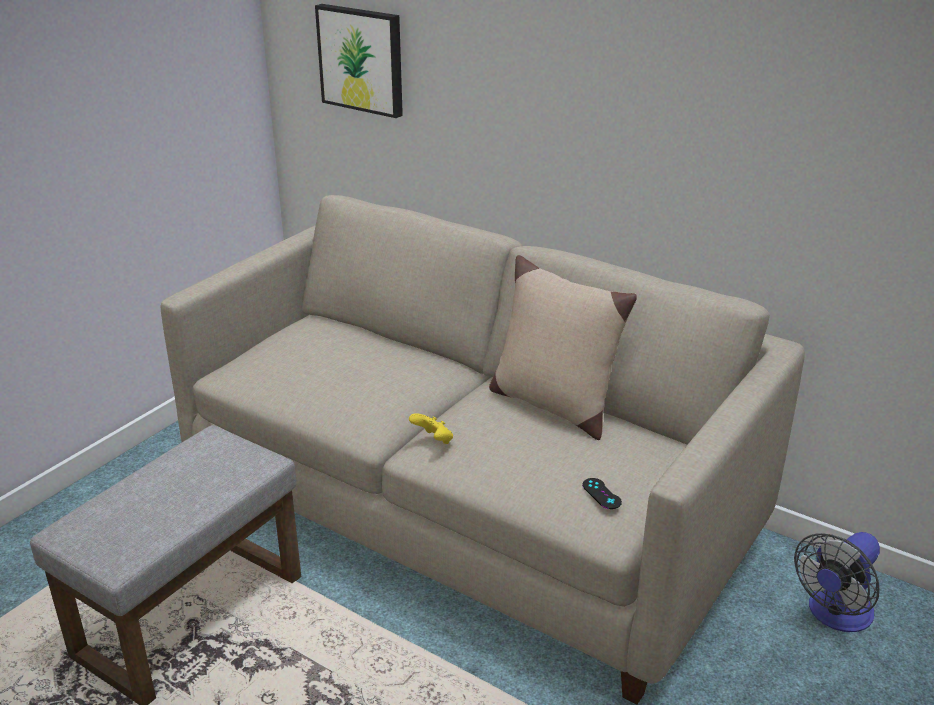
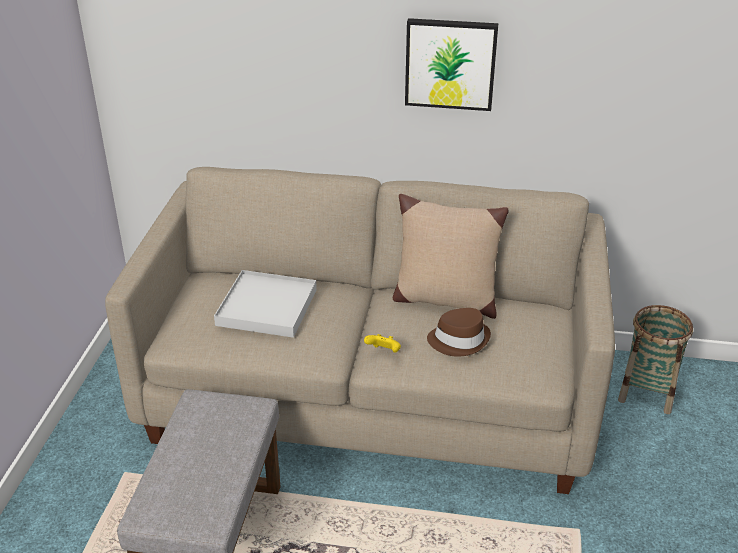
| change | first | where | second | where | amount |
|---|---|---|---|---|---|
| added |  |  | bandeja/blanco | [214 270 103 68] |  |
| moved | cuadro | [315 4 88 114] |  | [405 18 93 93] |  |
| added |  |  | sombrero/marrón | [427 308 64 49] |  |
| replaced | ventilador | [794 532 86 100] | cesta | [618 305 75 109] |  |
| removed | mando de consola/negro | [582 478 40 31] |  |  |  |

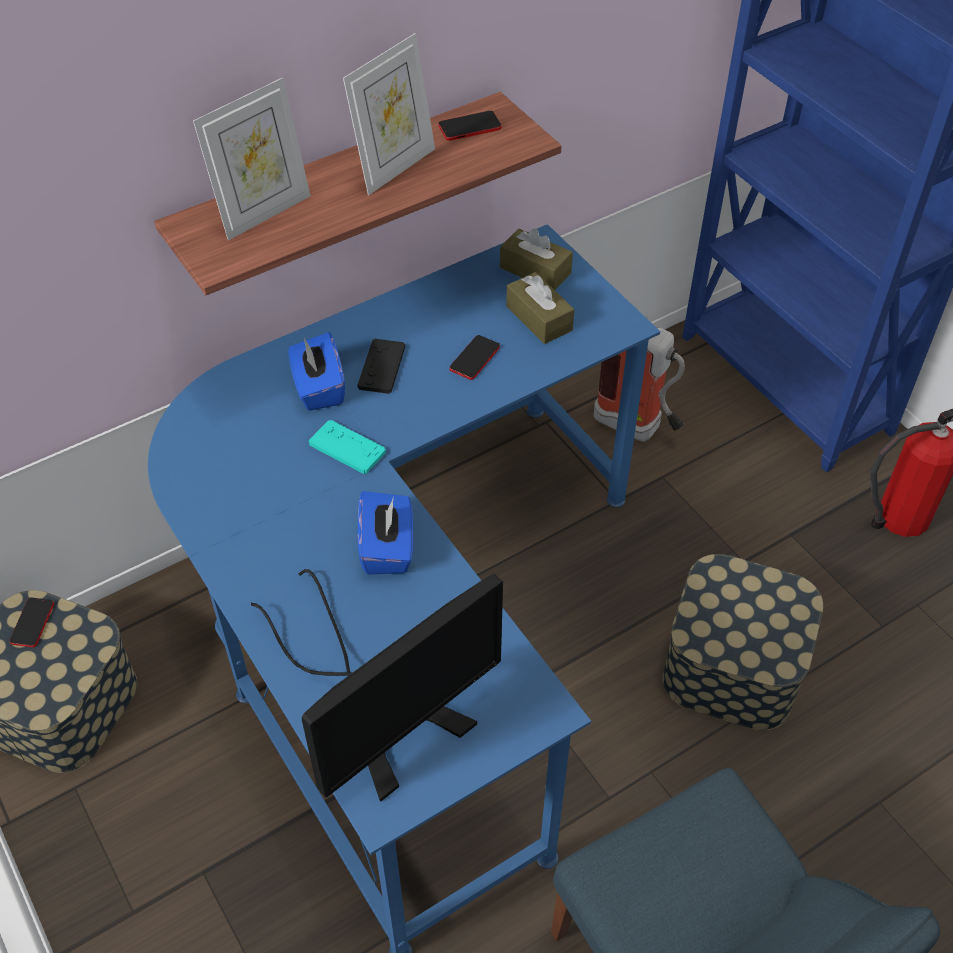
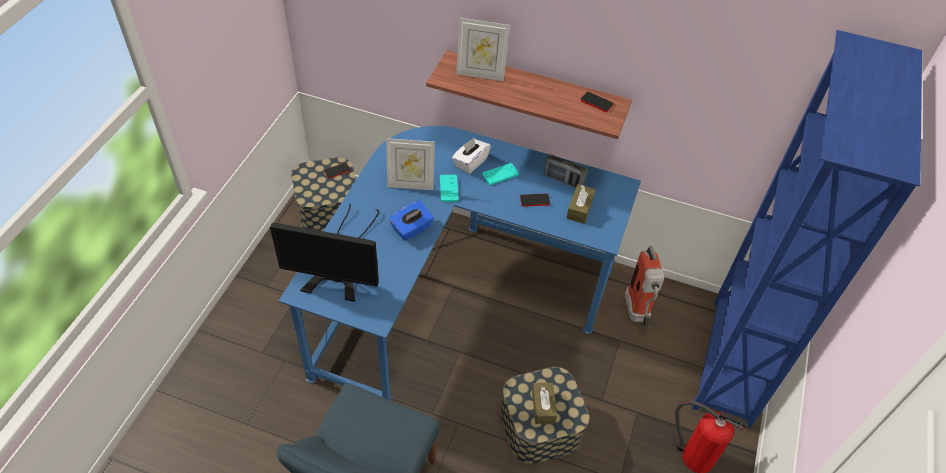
| change | first | where | second | where | amount |
|---|---|---|---|---|---|
| moved | portarretratos | [343 33 92 162] |  | [386 138 49 52] |  |
| recoloured | caja de pañuelos/azul | [289 332 56 79] | caja de pañuelos/blanco | [452 138 39 36] |  |
| recoloured | mando de consola/negro | [358 339 47 55] | mando de consola/turquesa | [482 163 37 22] |  |
| moved | caja de pañuelos/marrón | [500 228 73 62] |  | [532 383 25 41] |  |
| added |  |  | radio | [544 154 44 34] |  |

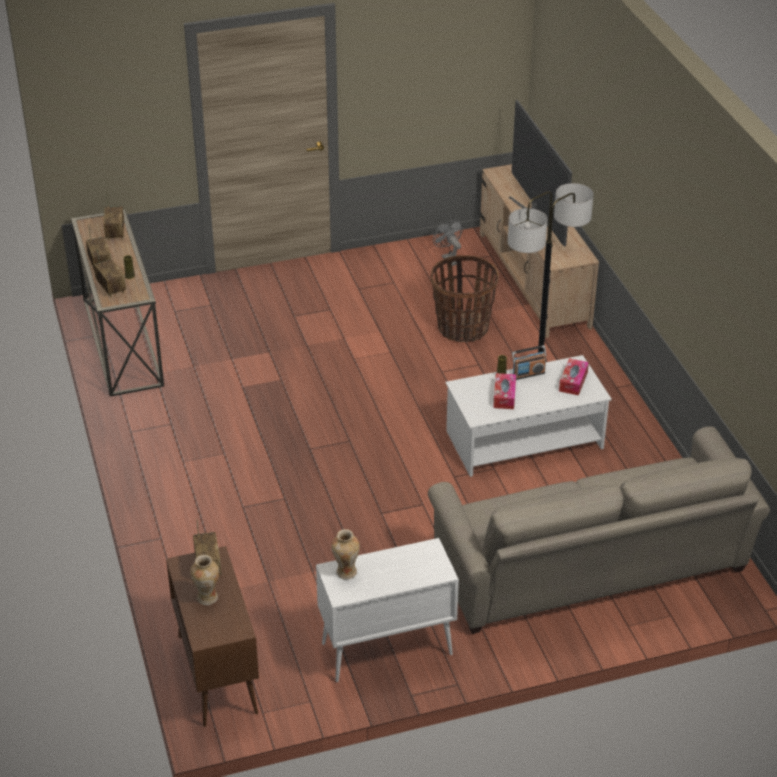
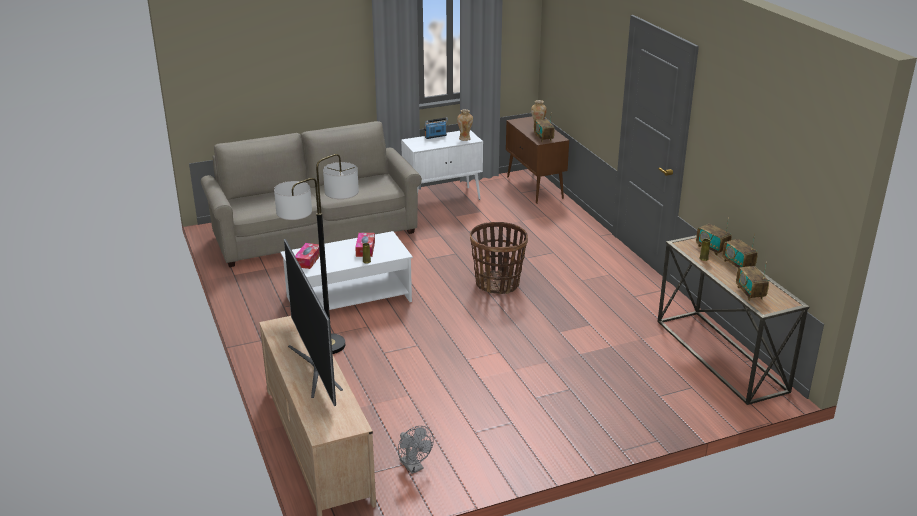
| change | first | where | second | where | amount |
|---|---|---|---|---|---|
| moved | radio | [512 345 35 35] |  | [424 117 24 22] |  |
| moved | cesta | [430 255 69 87] |  | [470 222 58 72] |  |

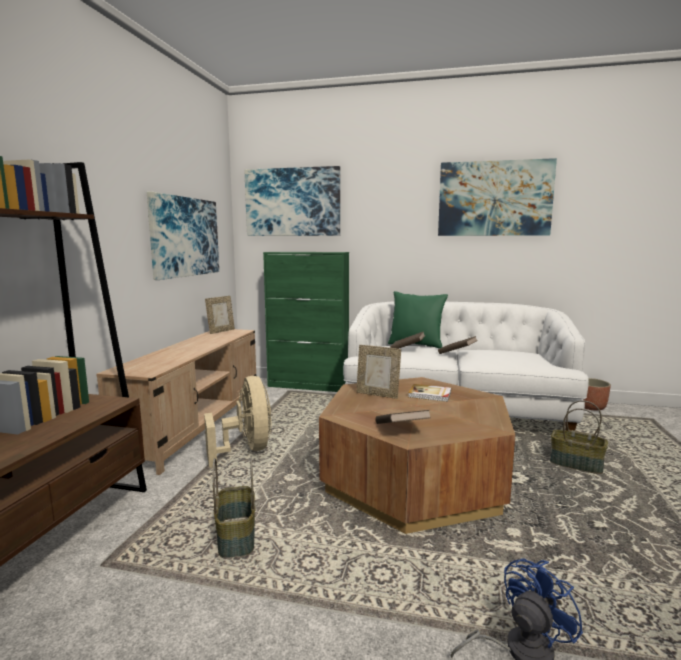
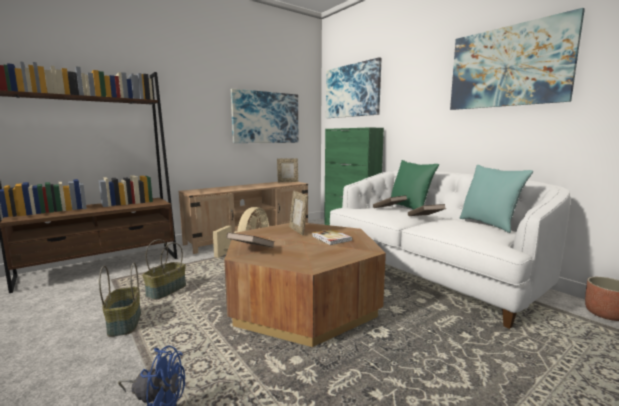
| change | first | where | second | where | amount |
|---|---|---|---|---|---|
| moved | cesta | [550 400 58 74] |  | [99 263 42 74] |  |
| added |  |  | cojín/turquesa | [459 165 74 68] |  |

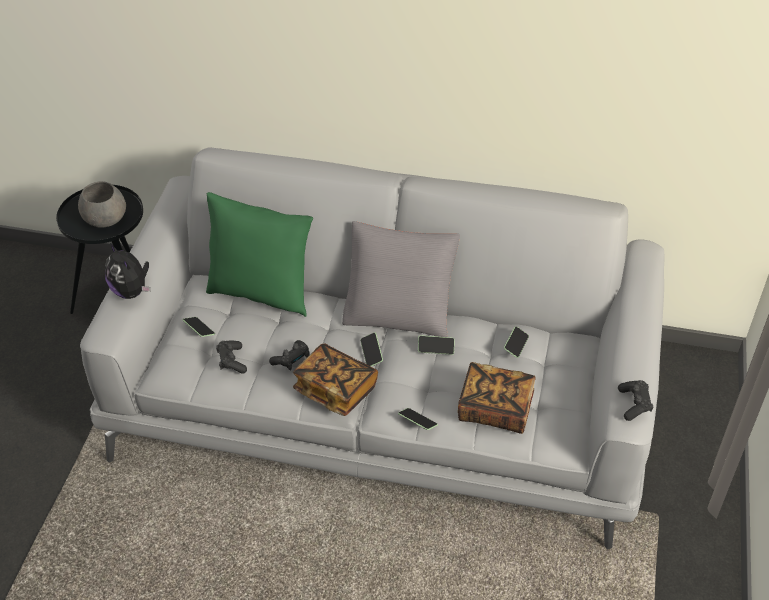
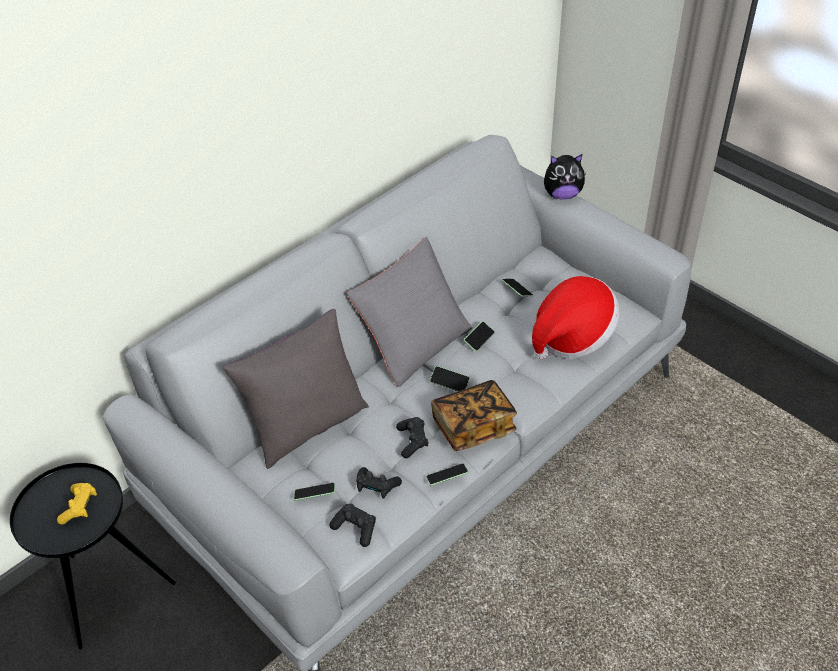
| change | first | where | second | where | amount |
|---|---|---|---|---|---|
| replaced | cuenco/gris | [78 181 48 47] | mando de consola/amarillo | [57 483 40 42] |  |
| recoloured | cojín/verde | [206 192 107 125] | cojín/gris | [223 309 146 160] |  |
| moved | mando de consola/negro | [618 380 35 41] |  | [329 504 47 43] |  |
| moved | móvil | [398 408 40 22] |  | [426 463 43 23] |  |
| replaced | libro | [458 362 78 72] | sombrero | [532 276 88 84] |  |
| moved | peluche | [105 243 46 56] |  | [544 154 42 46] |  |

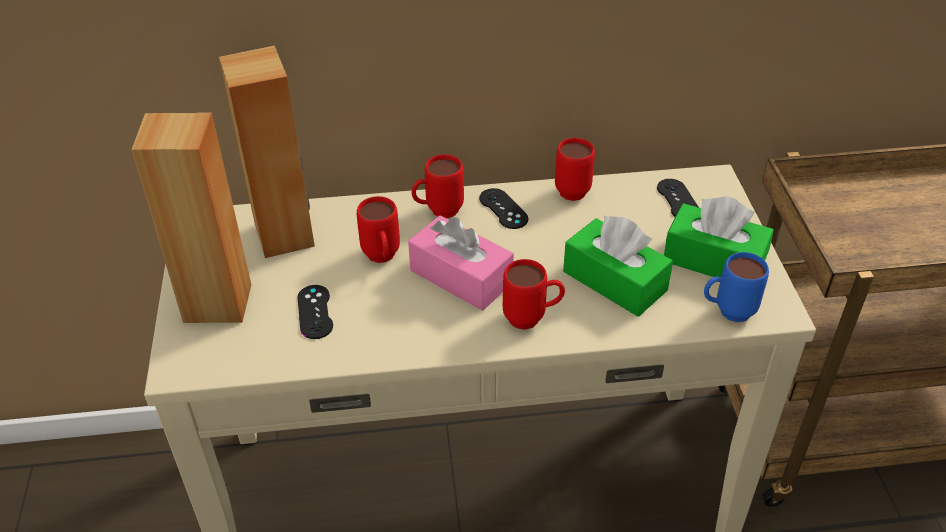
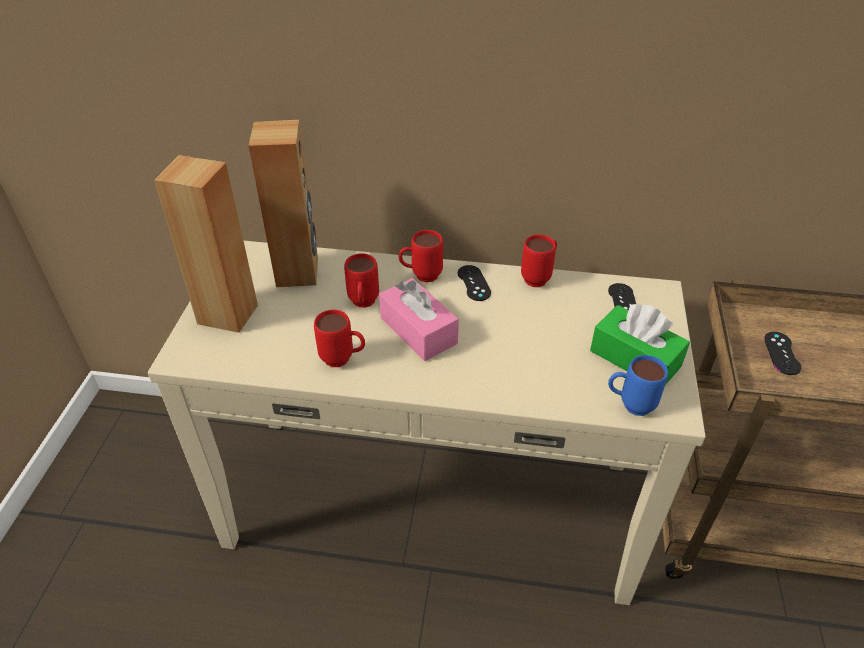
| change | first | where | second | where | amount |
|---|---|---|---|---|---|
| moved | taza grande/rojo | [503 259 62 71] |  | [314 310 51 57] |  |
| moved | mando de consola/negro | [297 285 36 54] |  | [764 332 37 43] |  |
| removed | caja de pañuelos/verde | [563 216 110 101] |  |  |  |

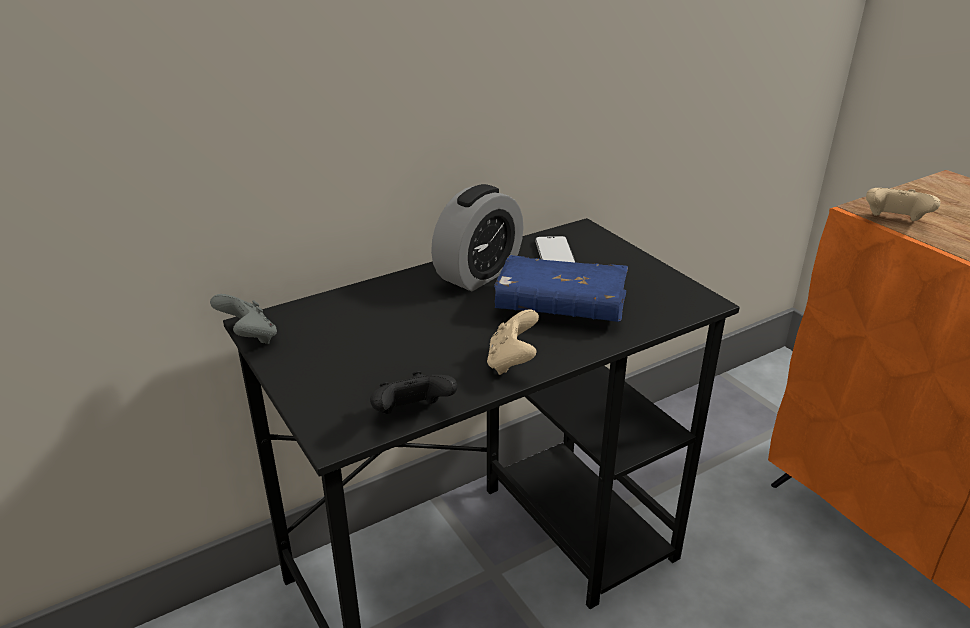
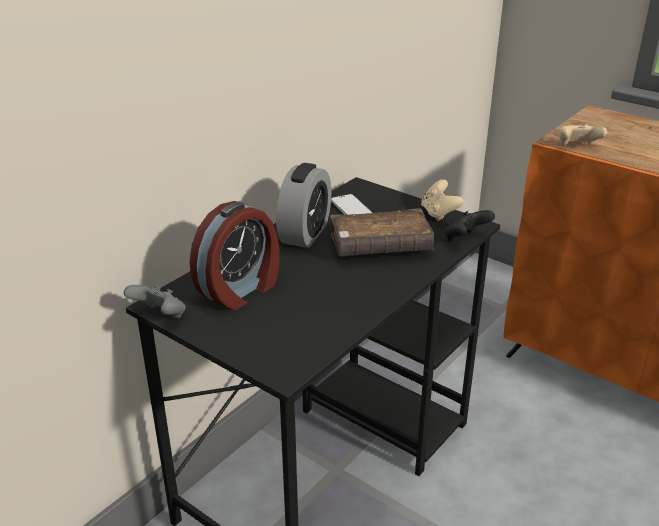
| change | first | where | second | where | amount |
|---|---|---|---|---|---|
| added |  |  | despertador | [190 201 90 109] |  |
| recoloured | libro/azul | [494 255 134 67] | libro/marrón | [330 208 104 49] |  |
| moved | mando de consola/beis | [487 309 52 66] |  | [421 180 43 41] |  |
| moved | mando de consola/negro | [370 371 87 43] |  | [444 210 51 31] |  |

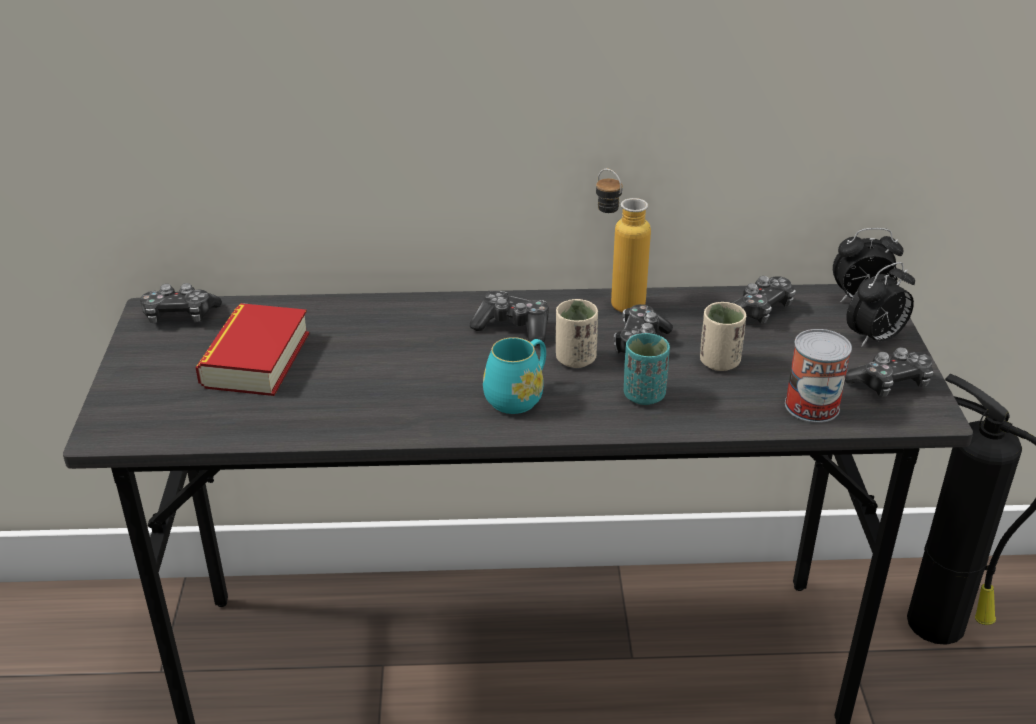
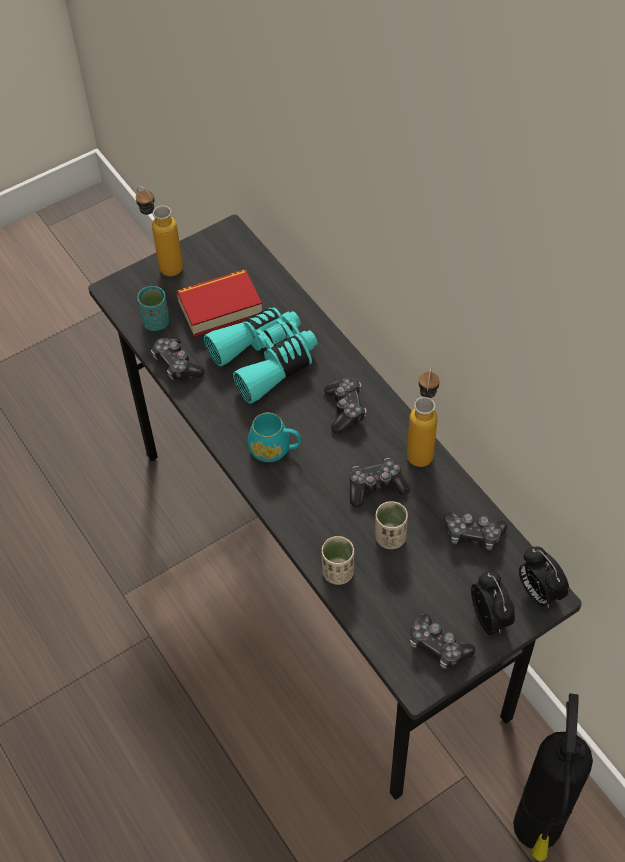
| change | first | where | second | where | amount |
|---|---|---|---|---|---|
| added |  |  | botella | [136 186 47 90] |  |
| moved | taza/turquesa | [624 333 46 72] |  | [137 286 32 45] |  |
| moved | mando de consola | [140 283 82 40] |  | [151 337 54 43] |  |
| added |  |  | prismáticos/turquesa | [204 308 113 96] |  |
| moved | taza/beis | [556 299 42 69] |  | [322 536 32 49] |  |
| turned | despertador | [846 262 69 85] |  | [471 571 44 64] | 135 degrees counterclockwise |
| removed | lata | [785 329 67 94] |  |  |  |

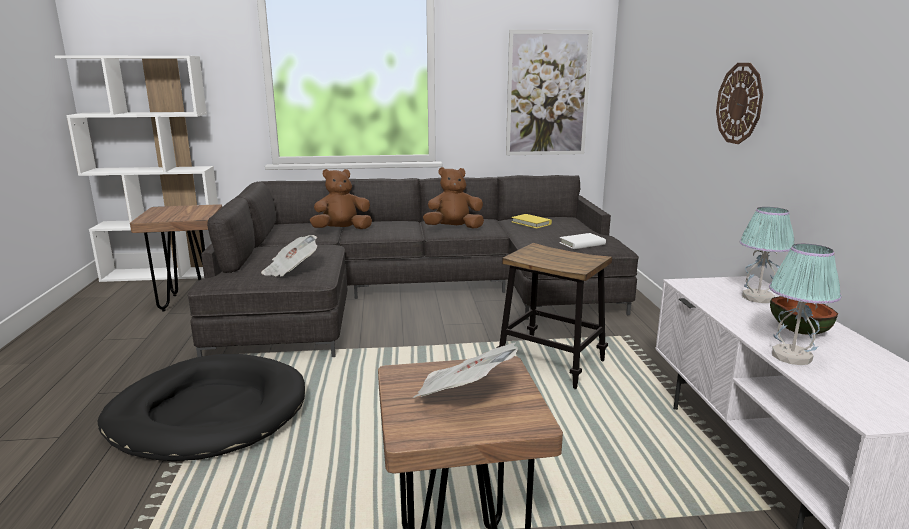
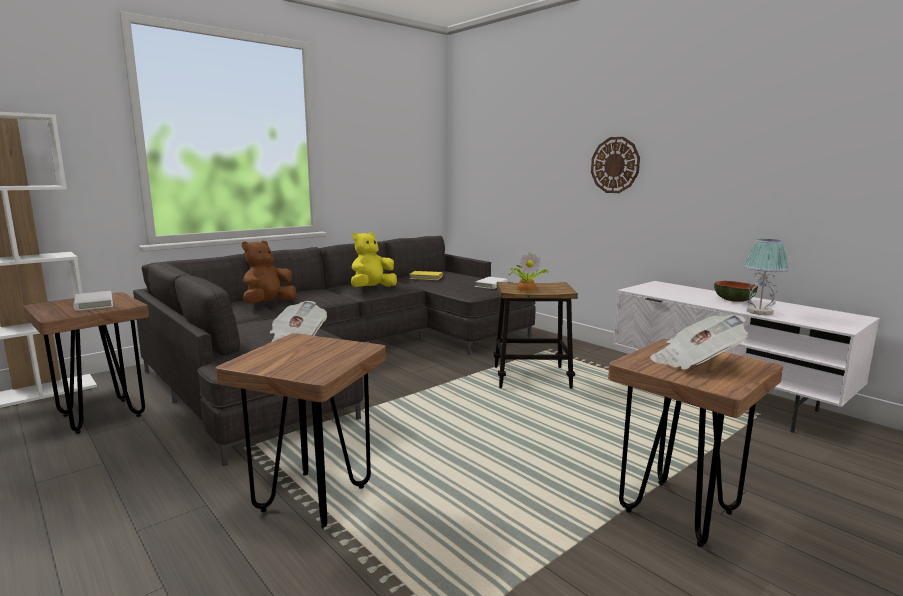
| change | first | where | second | where | amount |
|---|---|---|---|---|---|
| added |  |  | libro/blanco | [73 291 40 20] |  |
| replaced | cama para perro/negro | [98 354 207 107] | taburete/marrón | [215 333 171 196] |  |
| recoloured | peluche/marrón | [423 167 61 62] | peluche/amarillo | [351 232 46 55] |  |
| added |  |  | planta en maceta | [509 252 40 40] |  |
| removed | cuadro | [506 30 87 125] |  |  |  |
| removed | lámpara de mesa | [740 207 54 96] |  |  |  |

